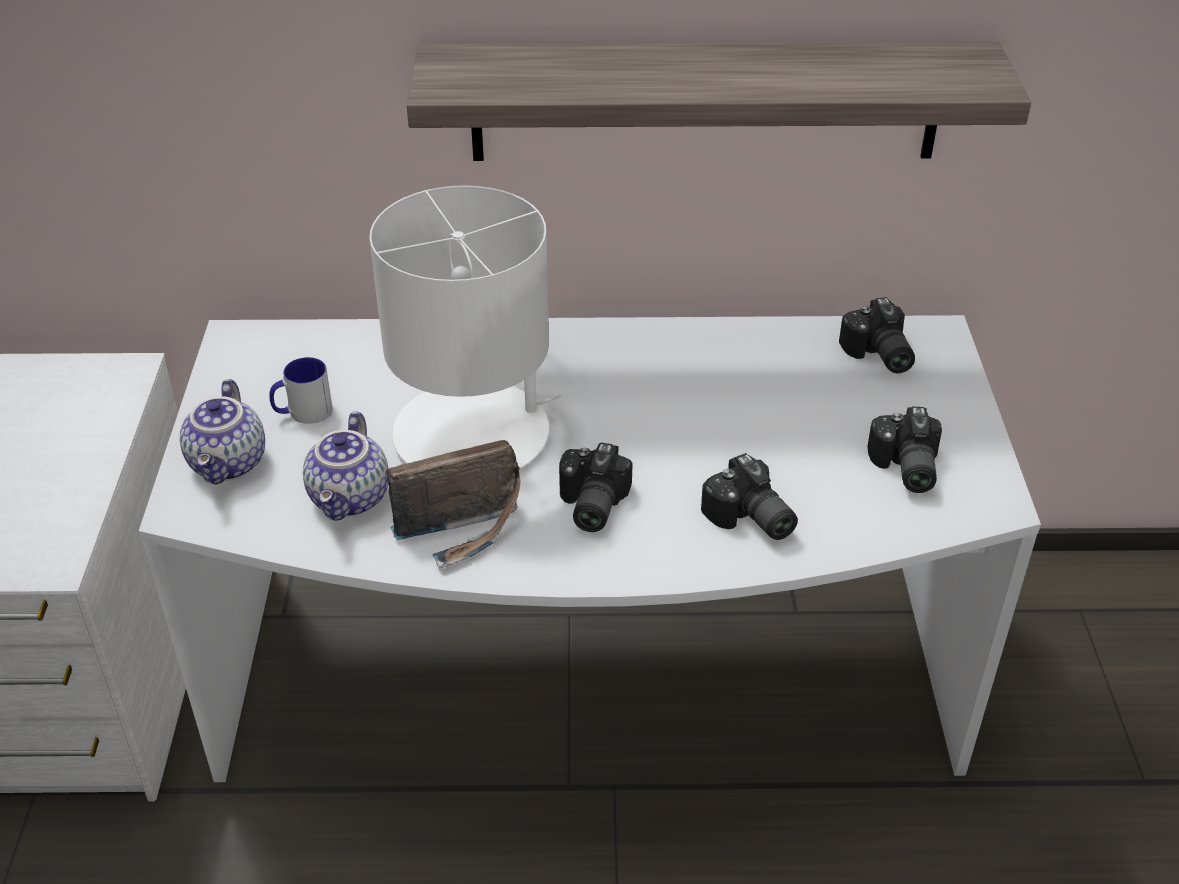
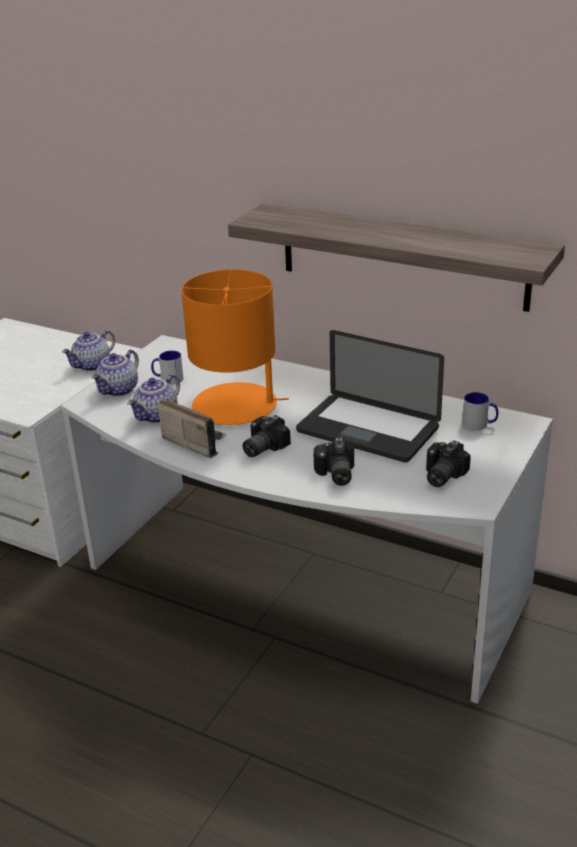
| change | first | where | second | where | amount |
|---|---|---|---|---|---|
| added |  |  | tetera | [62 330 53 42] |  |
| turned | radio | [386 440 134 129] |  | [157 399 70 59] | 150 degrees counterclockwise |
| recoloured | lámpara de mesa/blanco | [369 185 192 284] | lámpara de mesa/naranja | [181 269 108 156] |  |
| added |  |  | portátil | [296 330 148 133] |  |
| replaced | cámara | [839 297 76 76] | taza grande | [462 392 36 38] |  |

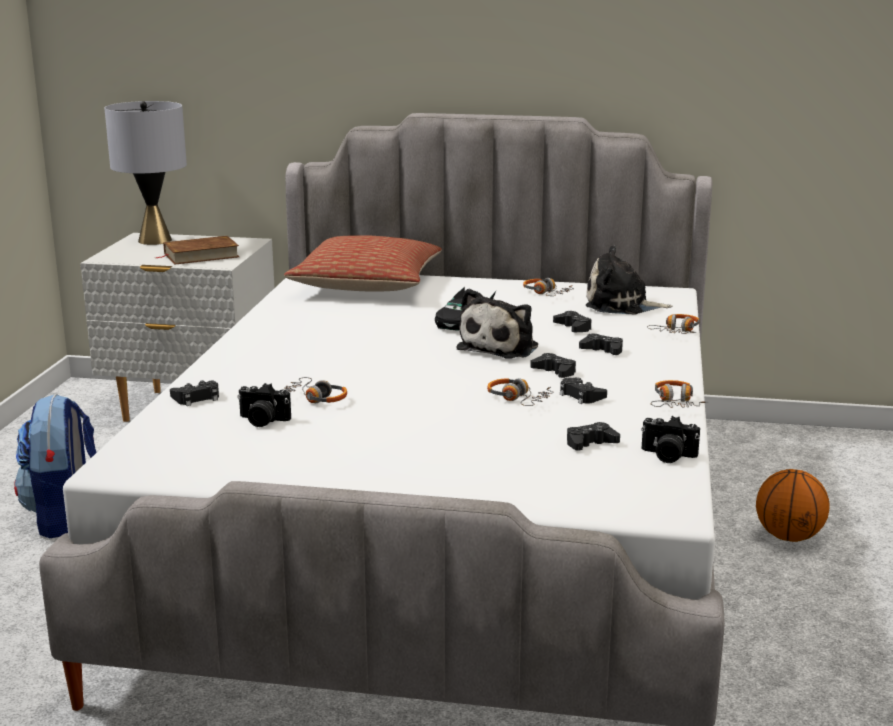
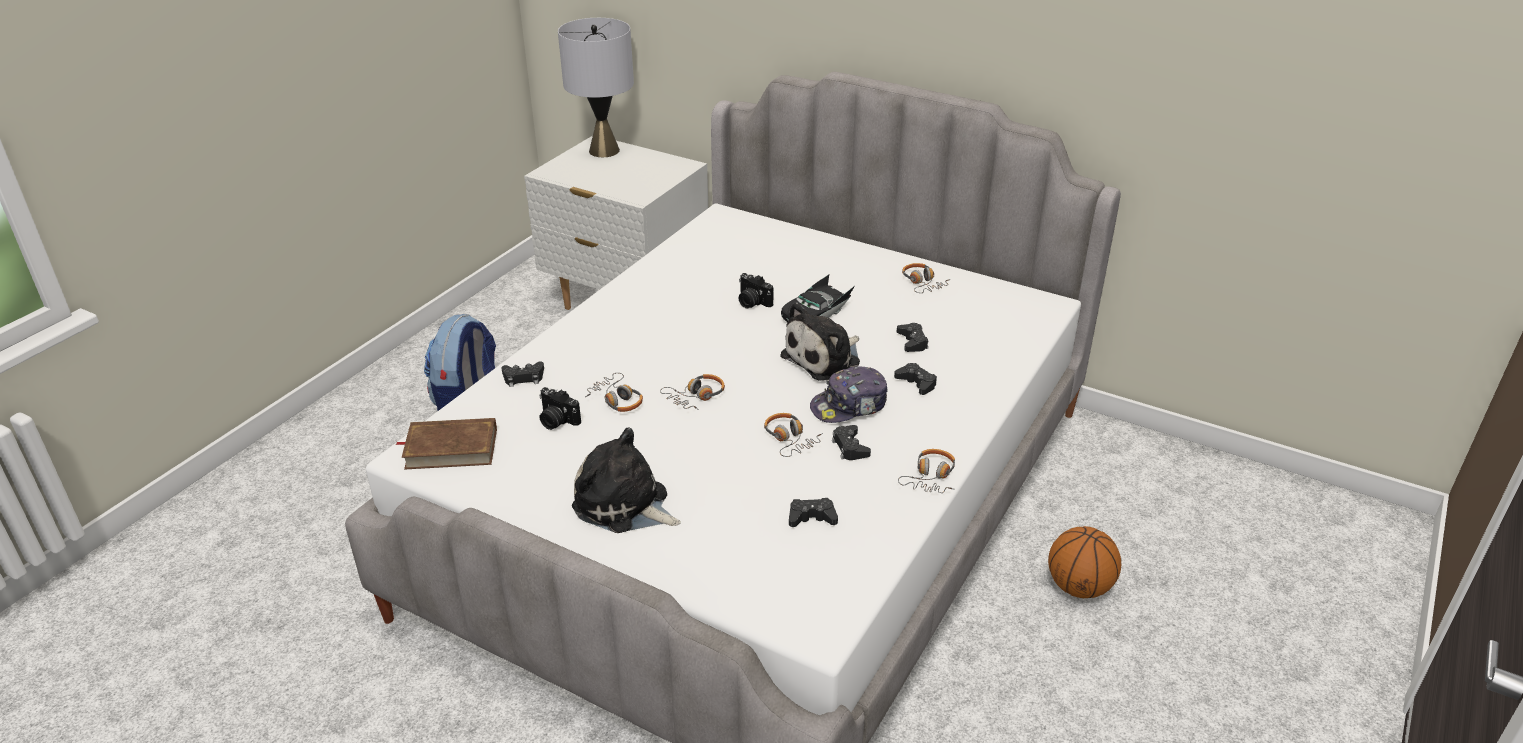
| change | first | where | second | where | amount |
|---|---|---|---|---|---|
| moved | libro/marrón | [155 236 84 29] |  | [395 418 102 51] |  |
| moved | peluche | [585 245 87 70] |  | [572 427 109 106] |  |
| moved | auriculares | [647 314 53 20] |  | [660 374 65 36] |  |
| moved | cámara | [641 416 59 47] |  | [738 273 35 35] |  |
| replaced | mando de consola/negro | [530 353 46 25] | gorra | [810 366 77 57] |  |
| removed | cojín | [284 235 158 57] |  |  |  |

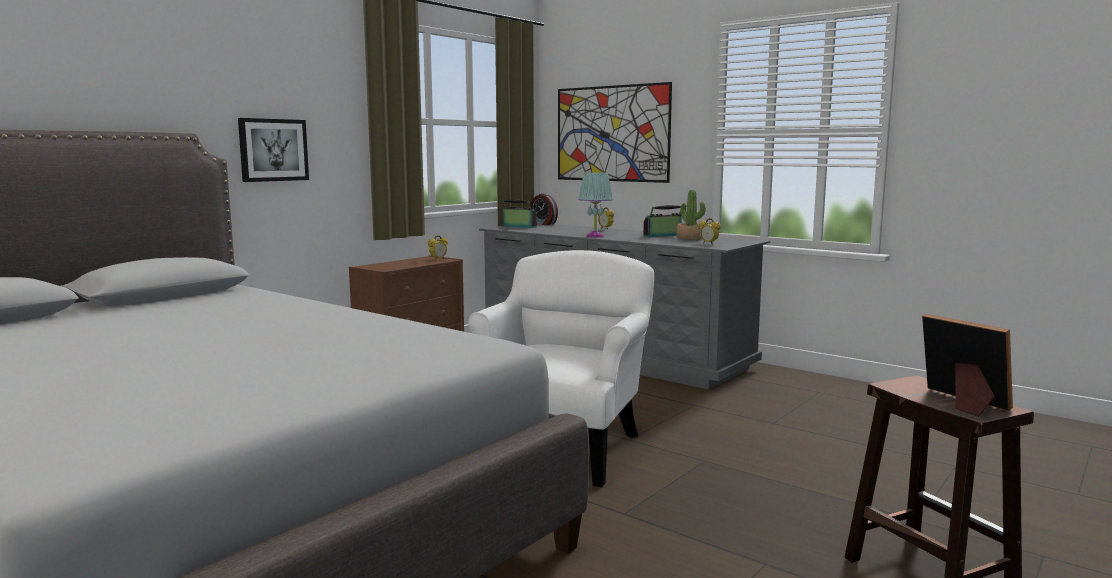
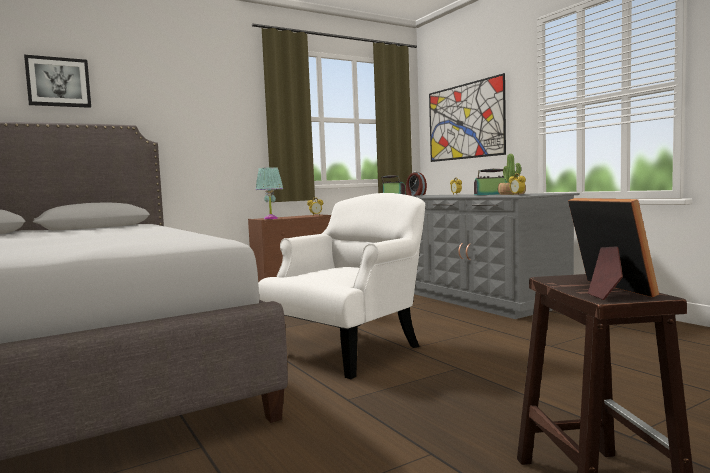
| change | first | where | second | where | amount |
|---|---|---|---|---|---|
| moved | cuadro | [238 118 71 64] |  | [24 55 67 53] |  |
| moved | lámpara de mesa/turquesa | [578 173 35 65] |  | [255 167 28 52] |  |

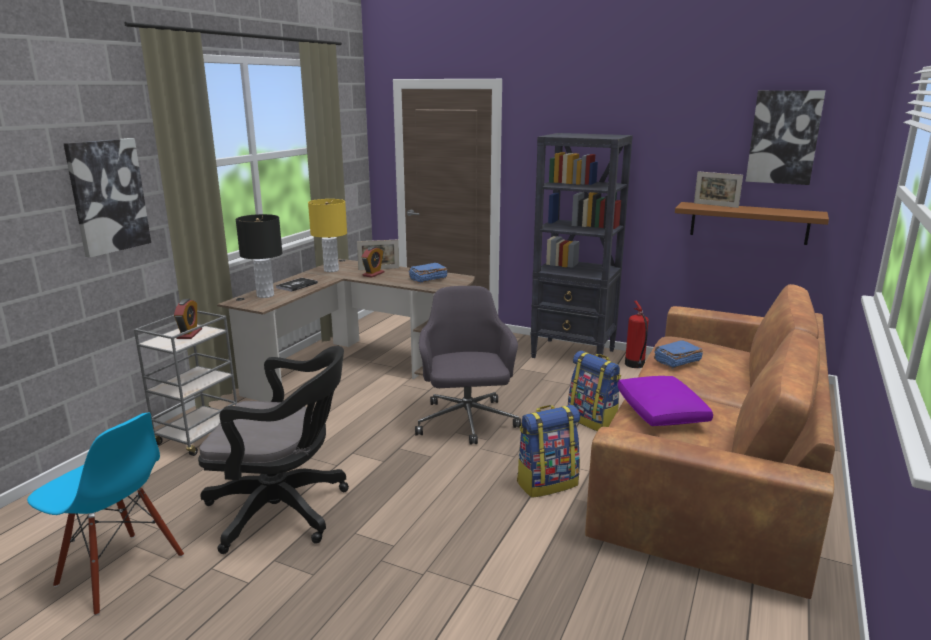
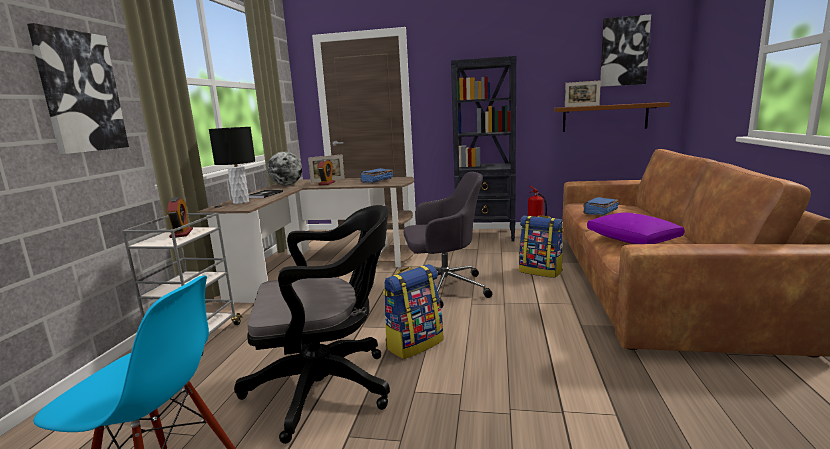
| change | first | where | second | where | amount |
|---|---|---|---|---|---|
| replaced | lámpara de mesa/amarillo | [308 199 39 73] | globo terráqueo | [267 152 35 34] |  |
| moved | mochila | [517 405 63 93] |  | [383 264 60 95] |  |
| turned | silla de oficina/gris | [415 286 106 158] |  | [404 172 88 136] | 105 degrees clockwise |

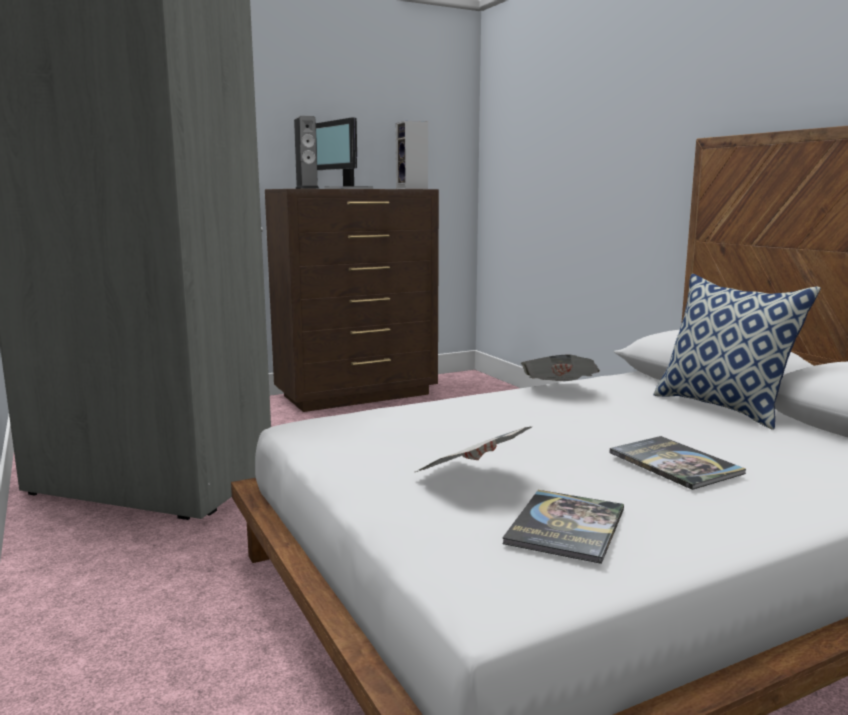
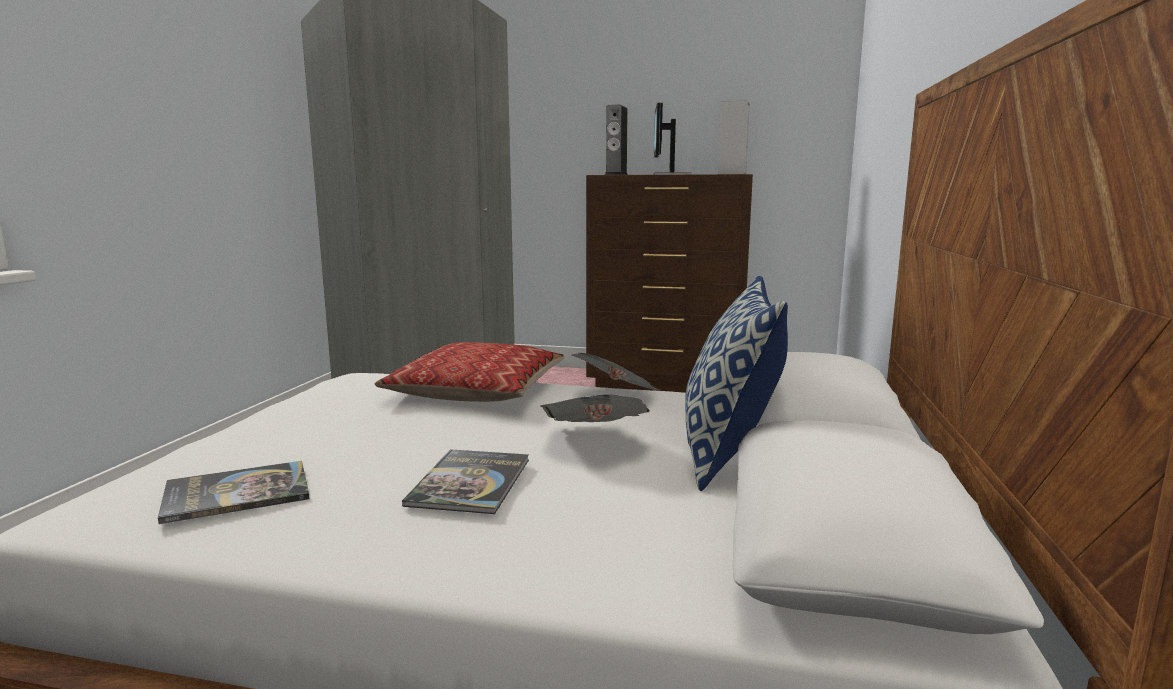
| change | first | where | second | where | amount |
|---|---|---|---|---|---|
| added |  |  | cojín | [375 342 190 60] |  |
| moved | periódico | [415 427 117 45] |  | [540 394 110 28] |  |

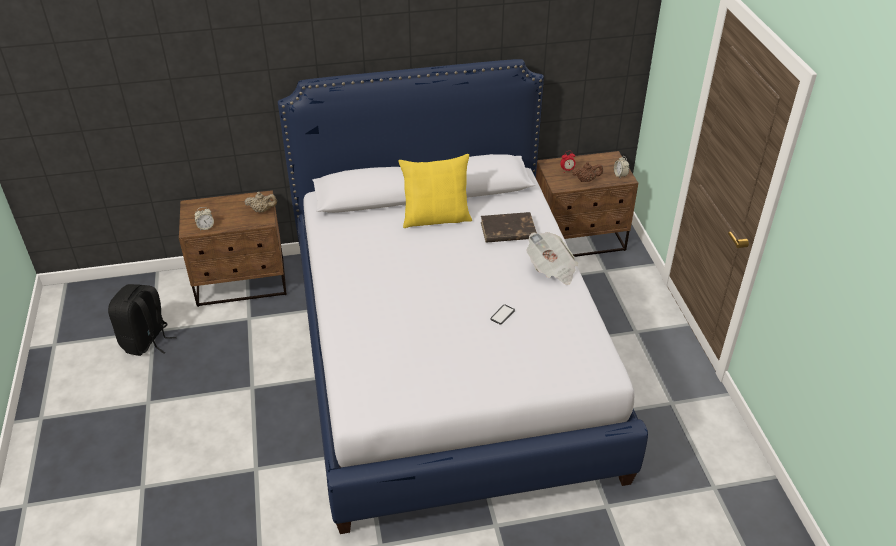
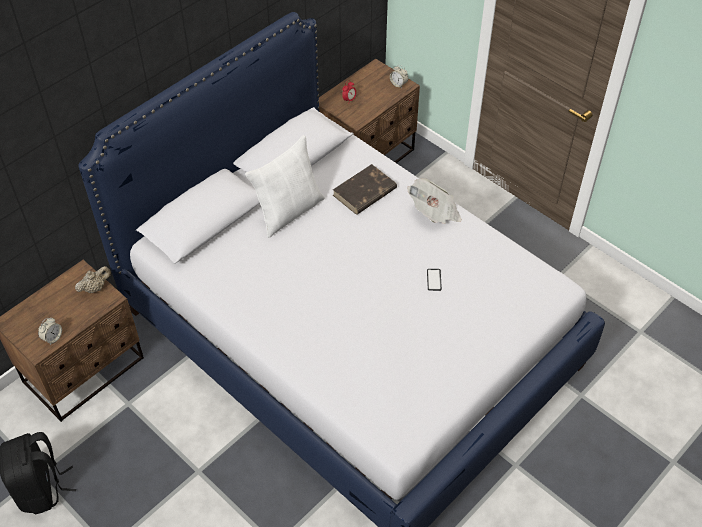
| change | first | where | second | where | amount |
|---|---|---|---|---|---|
| recoloured | cojín/amarillo | [398 154 74 74] | cojín/blanco | [245 135 80 103] |  |
| removed | tetera/marrón | [572 162 31 20] |  |  |  |

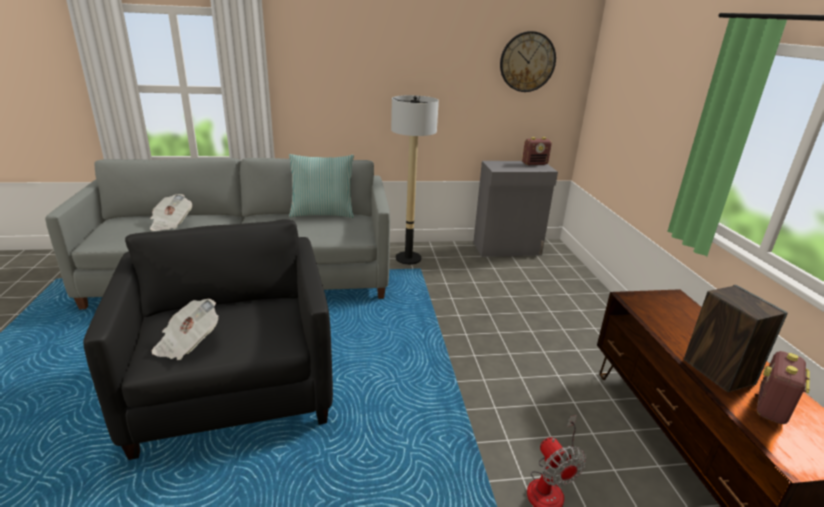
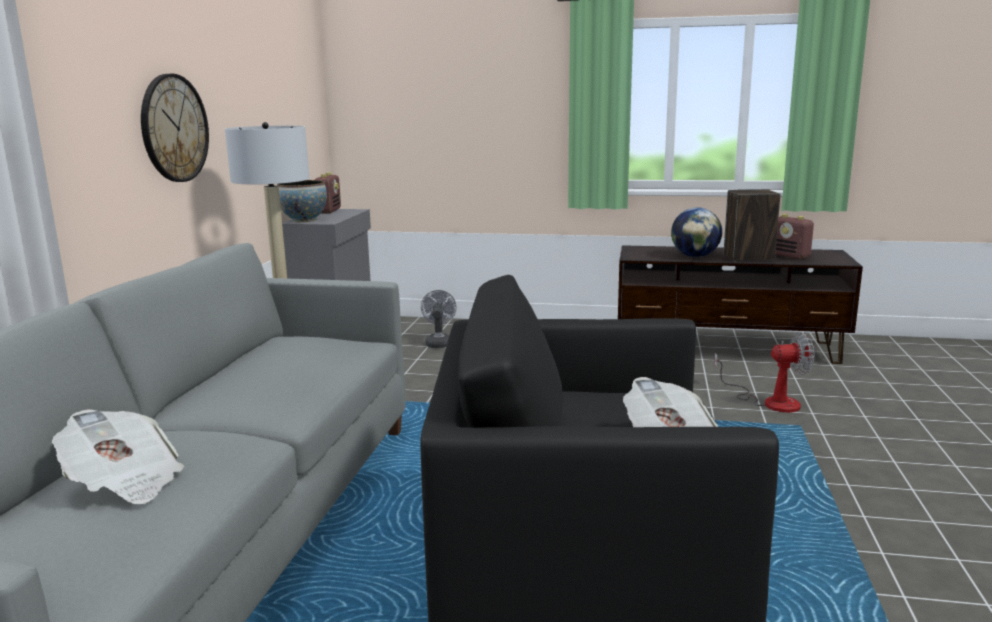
| change | first | where | second | where | amount |
|---|---|---|---|---|---|
| moved | reloj de pared | [500 31 56 61] |  | [141 74 68 108] |  |
| added |  |  | cuenco | [277 180 50 42] |  |
| added |  |  | ventilador/gris | [421 290 35 58] |  |
| added |  |  | globo terráqueo | [671 207 51 50] |  |
| removed | cojín | [289 154 65 64] |  |  |  |

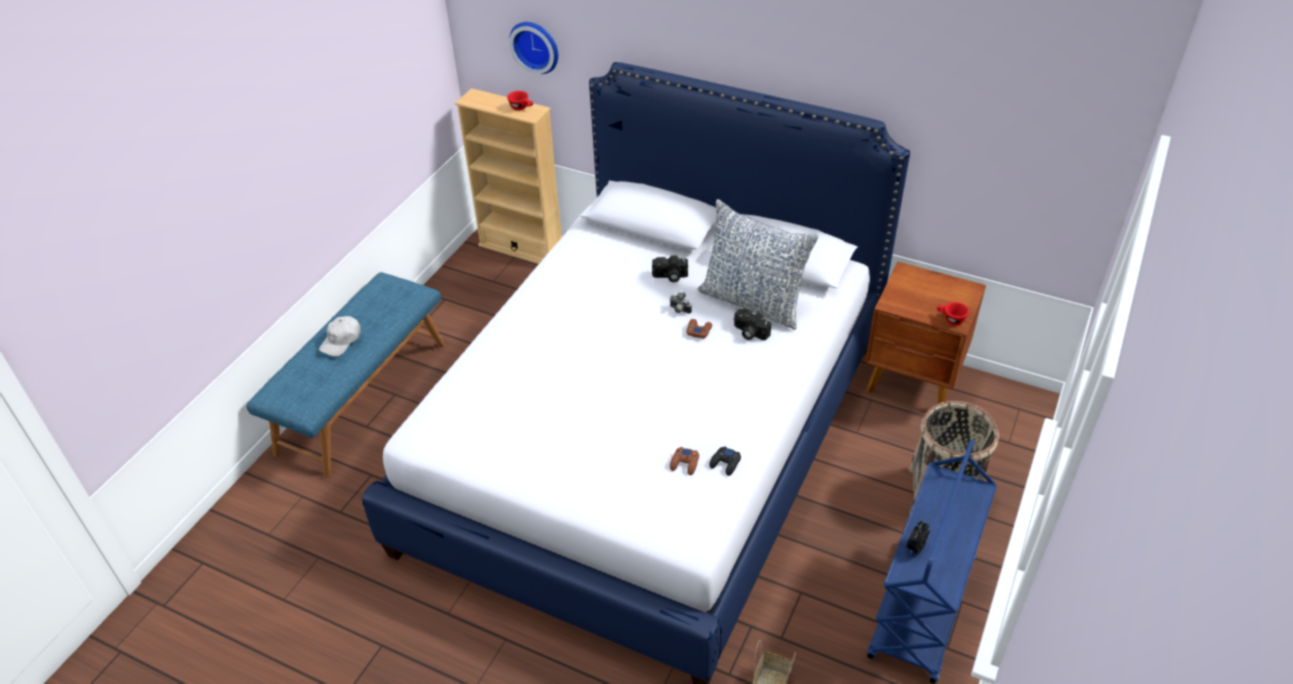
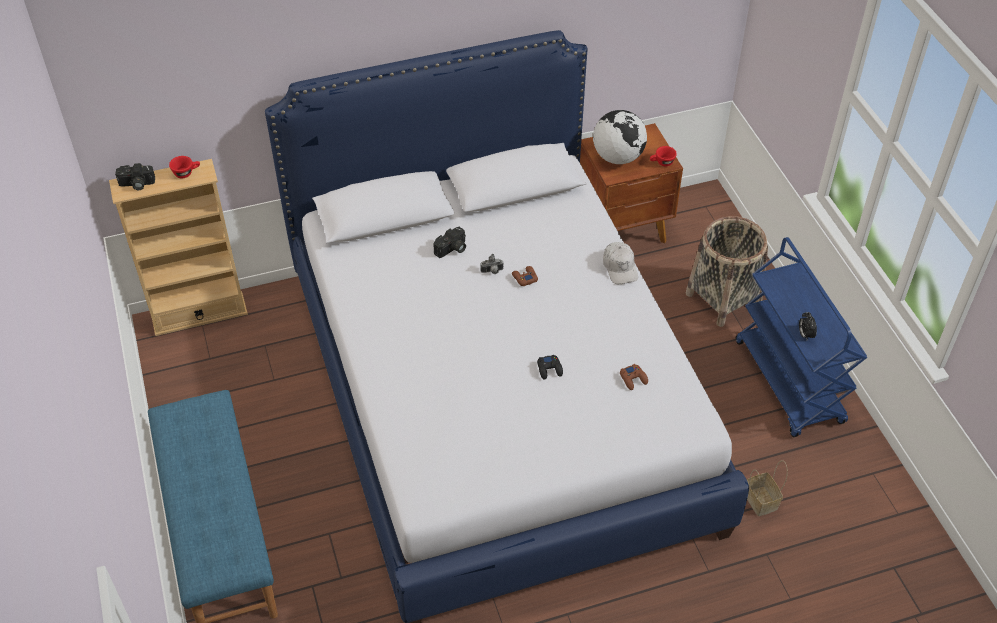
| change | first | where | second | where | amount |
|---|---|---|---|---|---|
| moved | cámara | [734 308 37 33] |  | [115 163 40 27] |  |
| moved | mando de consola/negro | [709 446 32 30] |  | [537 355 26 24] |  |
| added |  |  | globo terráqueo | [593 110 54 54] |  |
| moved | gorra/blanco | [319 316 42 41] |  | [603 242 35 42] |  |
| removed | reloj de pared | [509 22 49 52] |  |  |  |
| removed | cojín | [697 199 121 131] |  |  |  |

